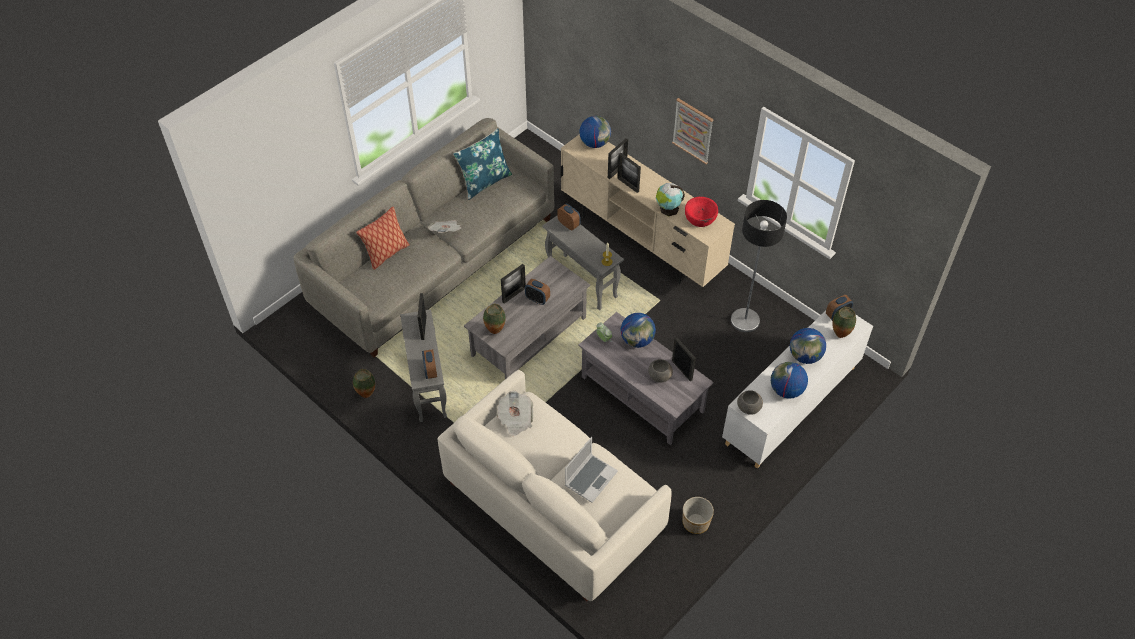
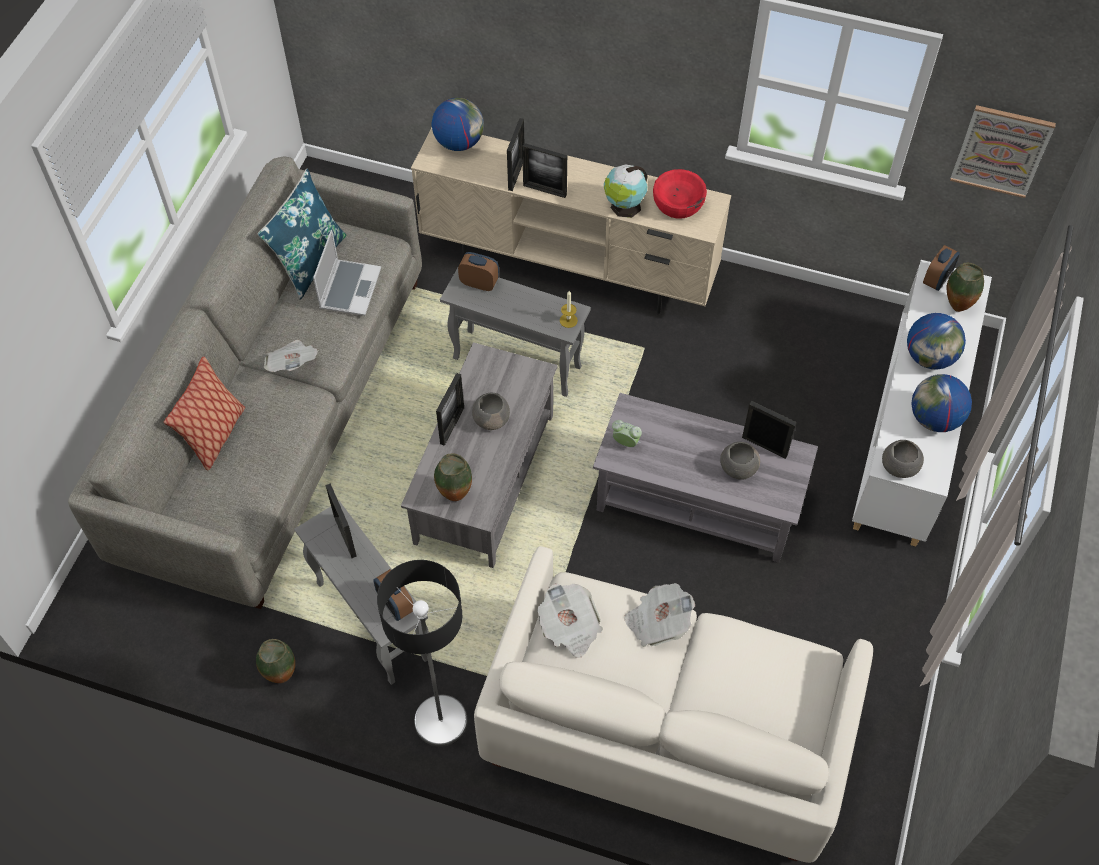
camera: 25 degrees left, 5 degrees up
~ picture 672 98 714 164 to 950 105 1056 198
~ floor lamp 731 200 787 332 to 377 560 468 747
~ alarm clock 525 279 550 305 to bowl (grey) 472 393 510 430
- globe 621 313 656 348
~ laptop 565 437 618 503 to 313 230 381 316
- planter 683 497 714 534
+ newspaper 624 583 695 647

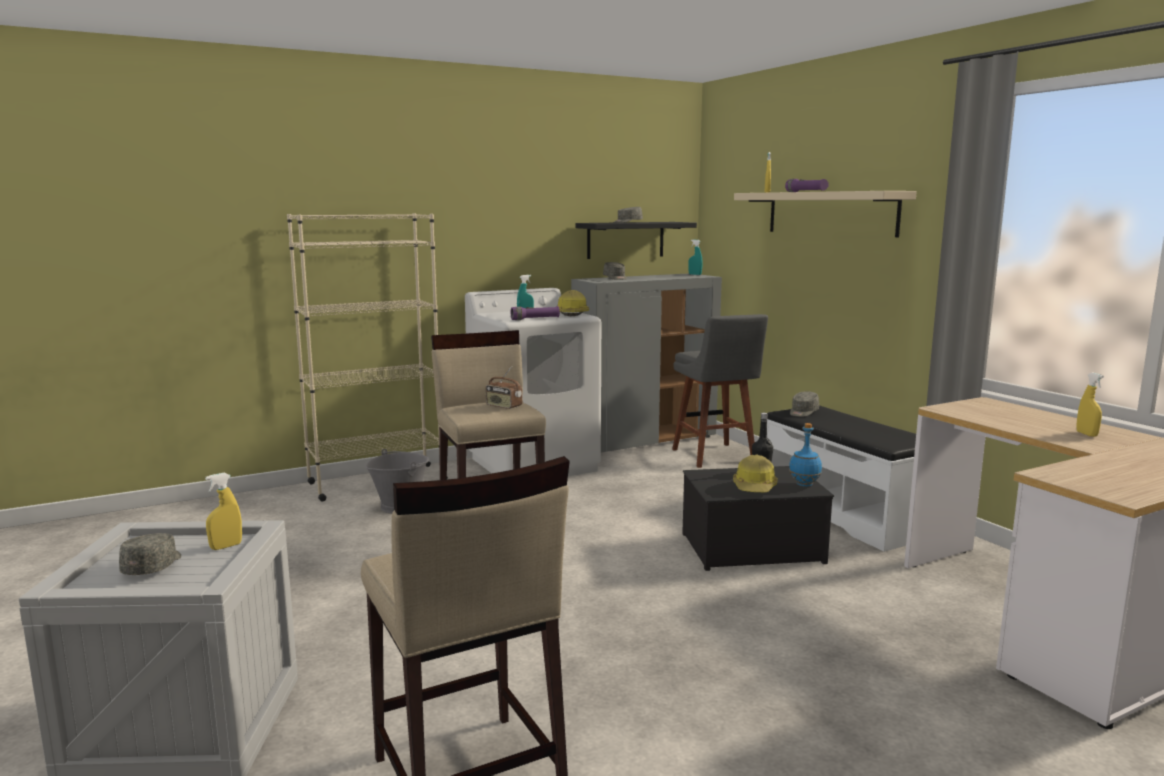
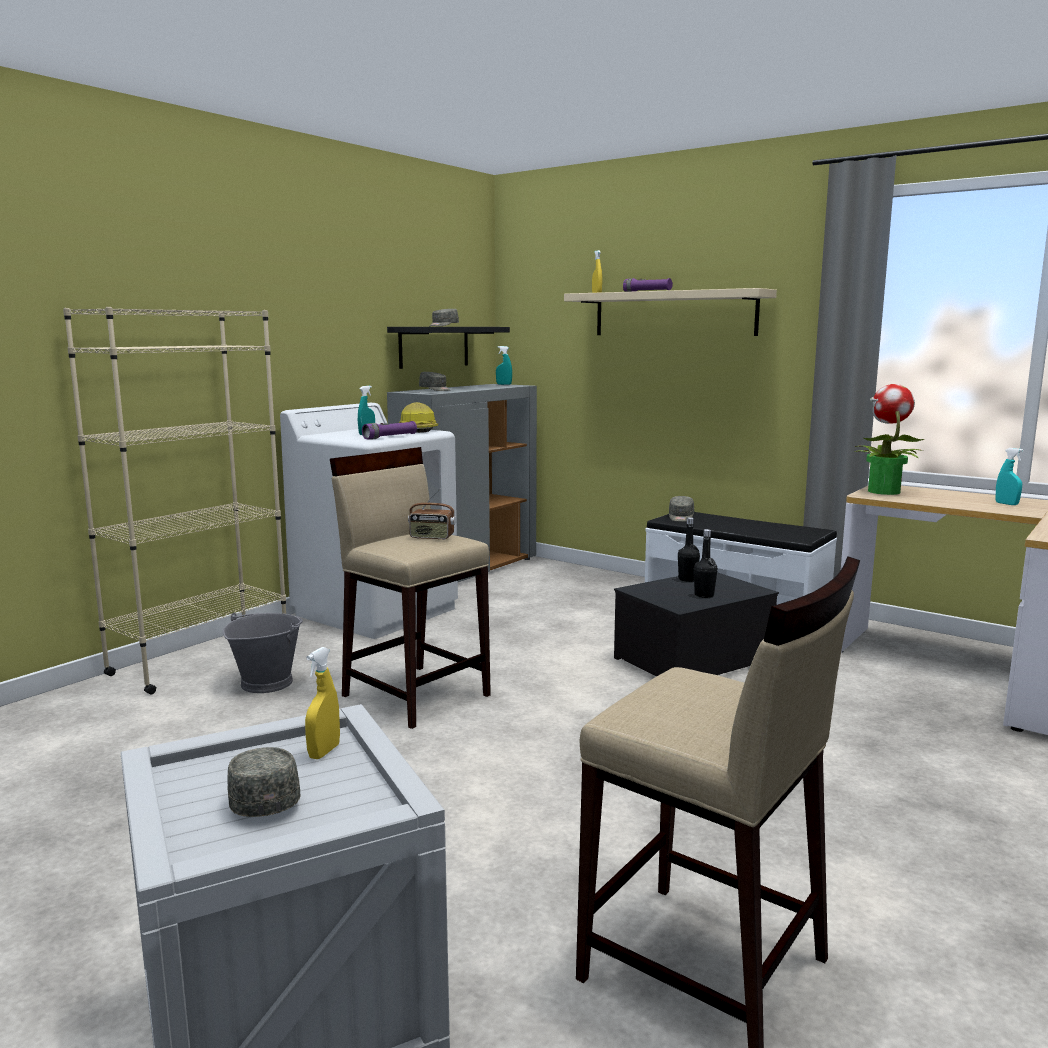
camera: 25 degrees left, 0 degrees up
- stool (grey) 672 314 768 468
~ spray bottle (yellow) 1076 373 1104 437 to spray bottle (turquoise) 996 448 1024 505
- bottle (blue) 789 423 822 487
~ hard hat 733 454 778 492 to bottle (black) 694 529 717 598
+ potted plant 855 384 924 495

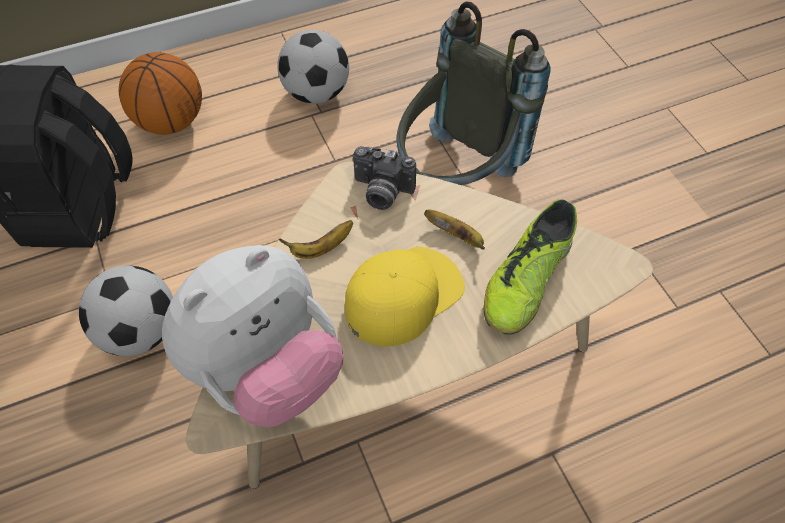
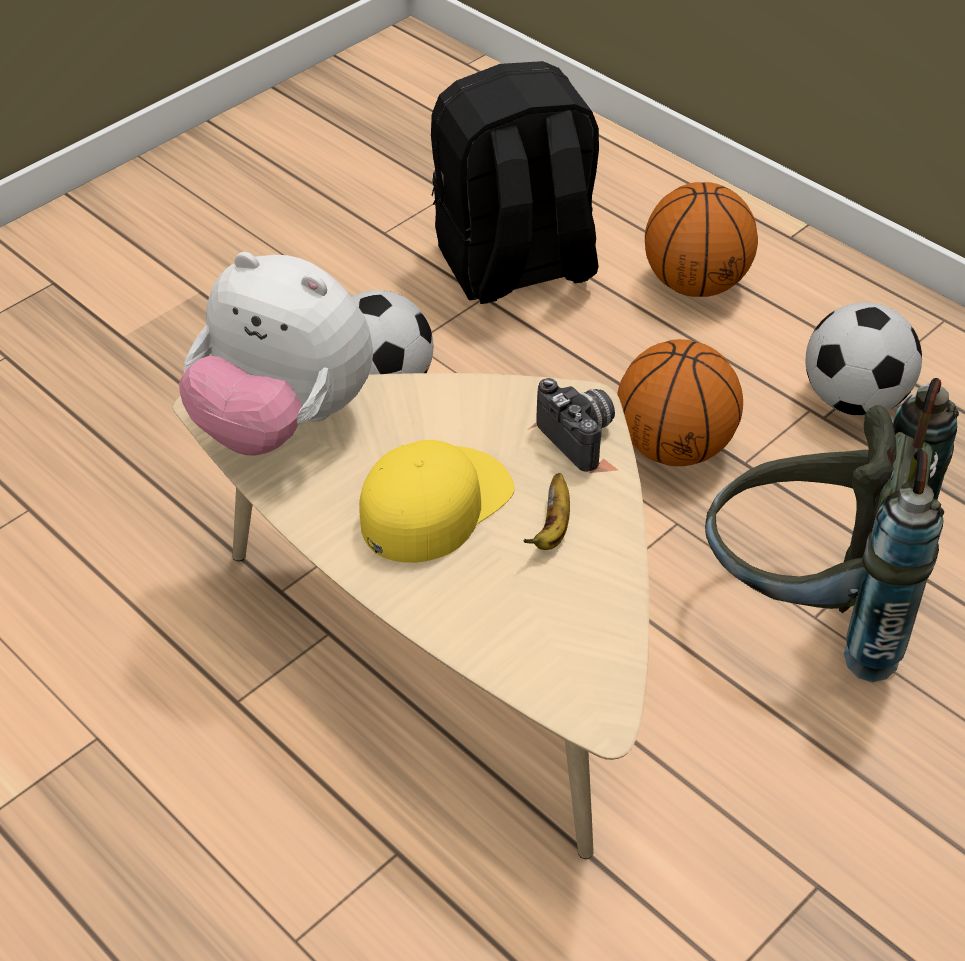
camera: 70 degrees right, 10 degrees down
~ photo camera 353 146 416 210 = 536 378 615 472 150 degrees clockwise
- shoe 484 199 577 335
- banana 279 220 353 259
~ cap (yellow) 345 247 465 347 = 359 440 515 563 75 degrees counterclockwise
+ basketball 617 339 743 466

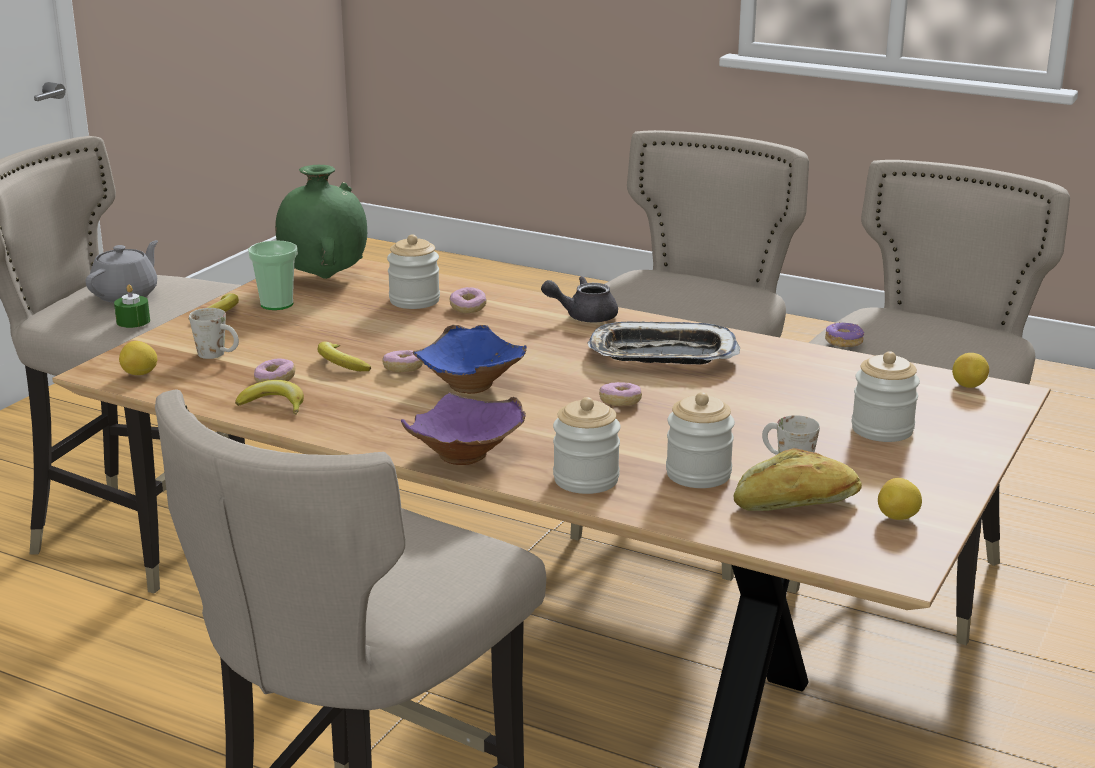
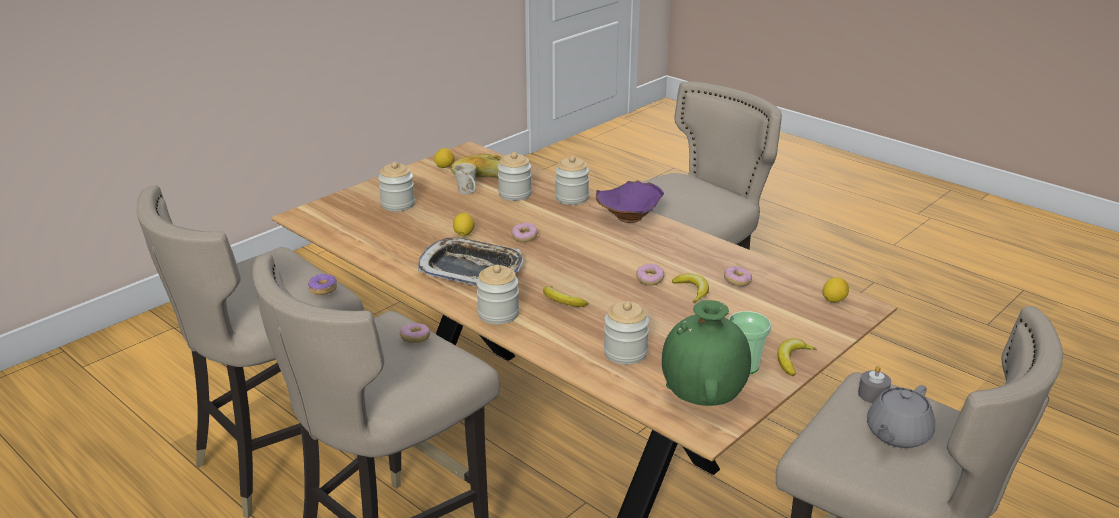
camera: 165 degrees left, 5 degrees up
~ teapot (grey) 541 276 618 323 to jar 476 265 519 324
~ candle (green) 114 284 150 328 to candle (grey) 858 366 891 403
~ donut 450 287 487 314 to 400 323 430 343
- mug (white) 189 308 239 359
- bowl (blue) 412 325 527 394
~ lemon 952 353 989 388 to 453 213 475 236
~ banana 235 380 304 415 to 543 286 588 307

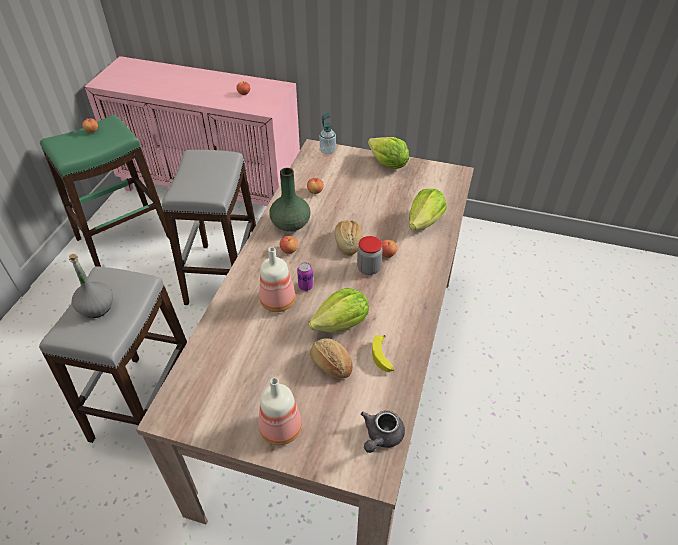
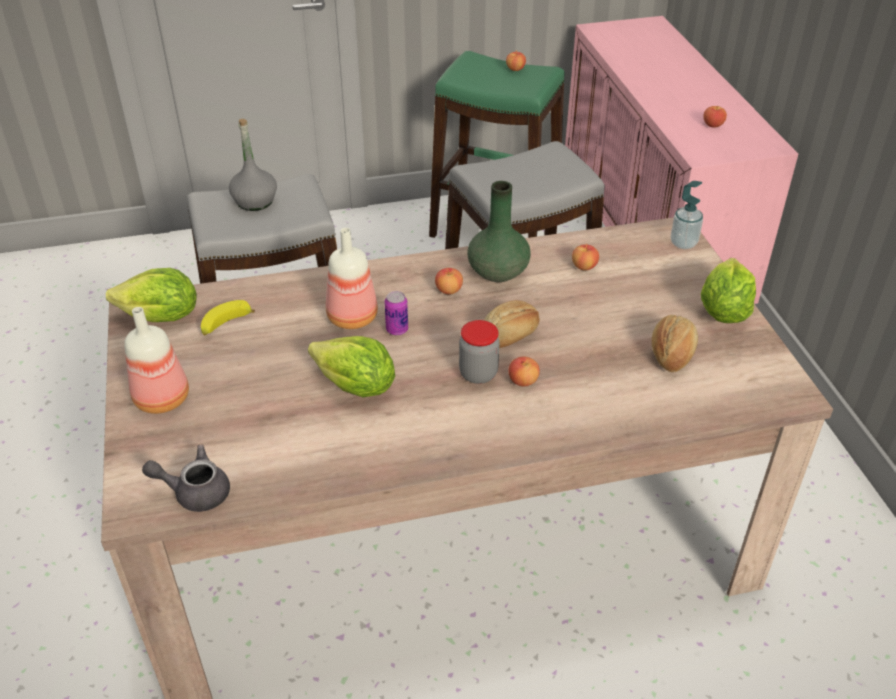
camera: 60 degrees right, 5 degrees down
~ lettuce 409 189 447 230 to 106 268 197 322
~ banana 372 335 395 372 to 201 300 255 335
~ bread 310 338 353 378 to 652 315 698 372

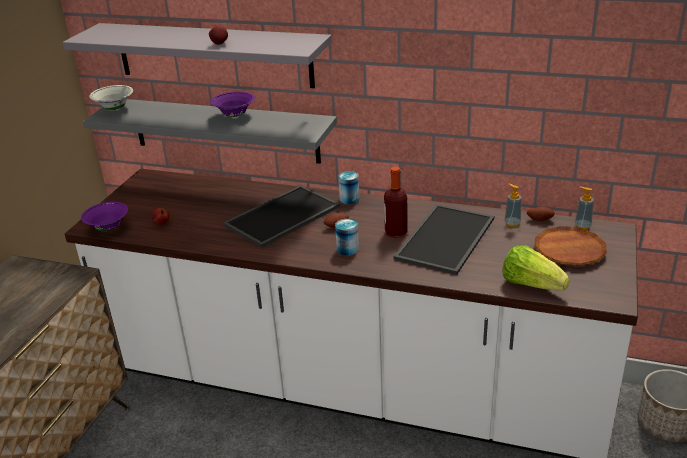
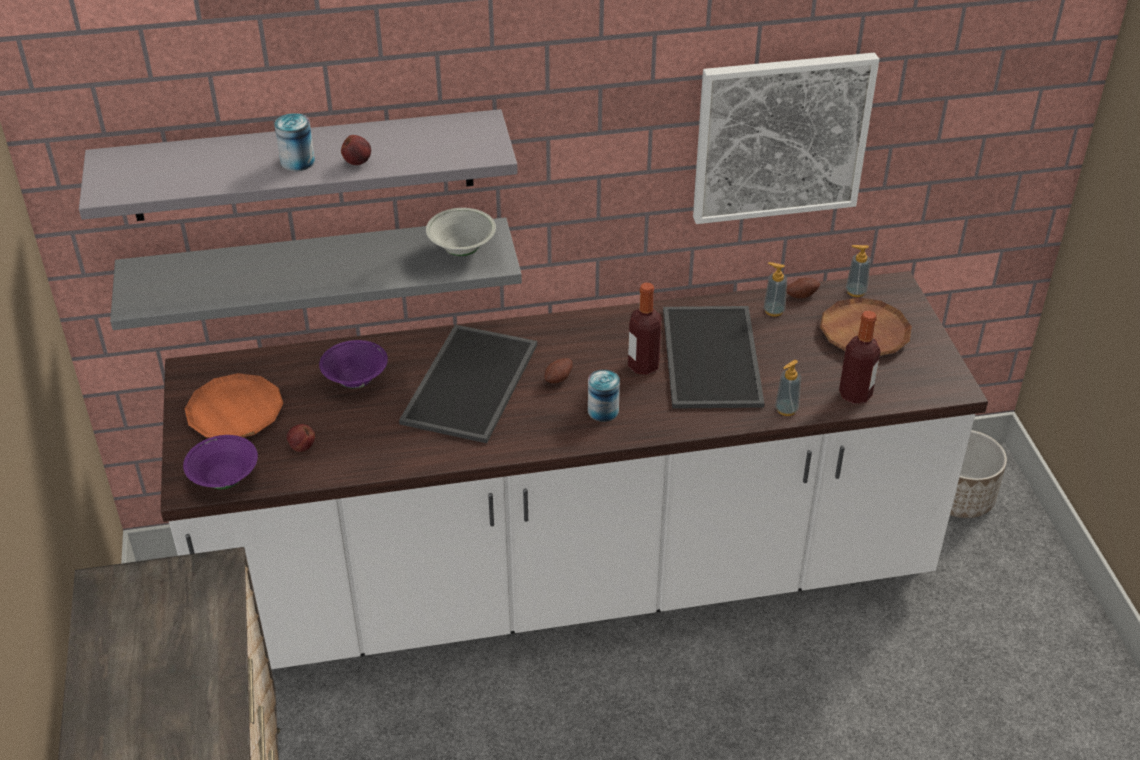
camera: 30 degrees left, 10 degrees up
~ bowl (white) 89 85 133 110 to 426 208 496 256
~ bowl (purple) 210 92 255 117 to 319 340 388 388
~ can 338 171 359 204 to 275 113 315 171
~ lettuce 502 245 570 291 to bottle 839 311 880 404
+ picture 693 53 879 224
+ soap dispenser 775 360 801 416
+ plate (orange) 185 373 283 438

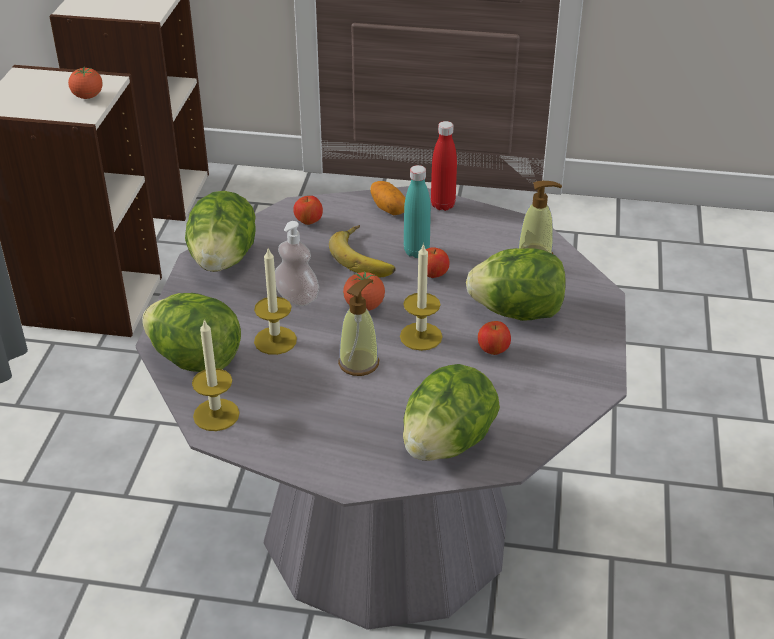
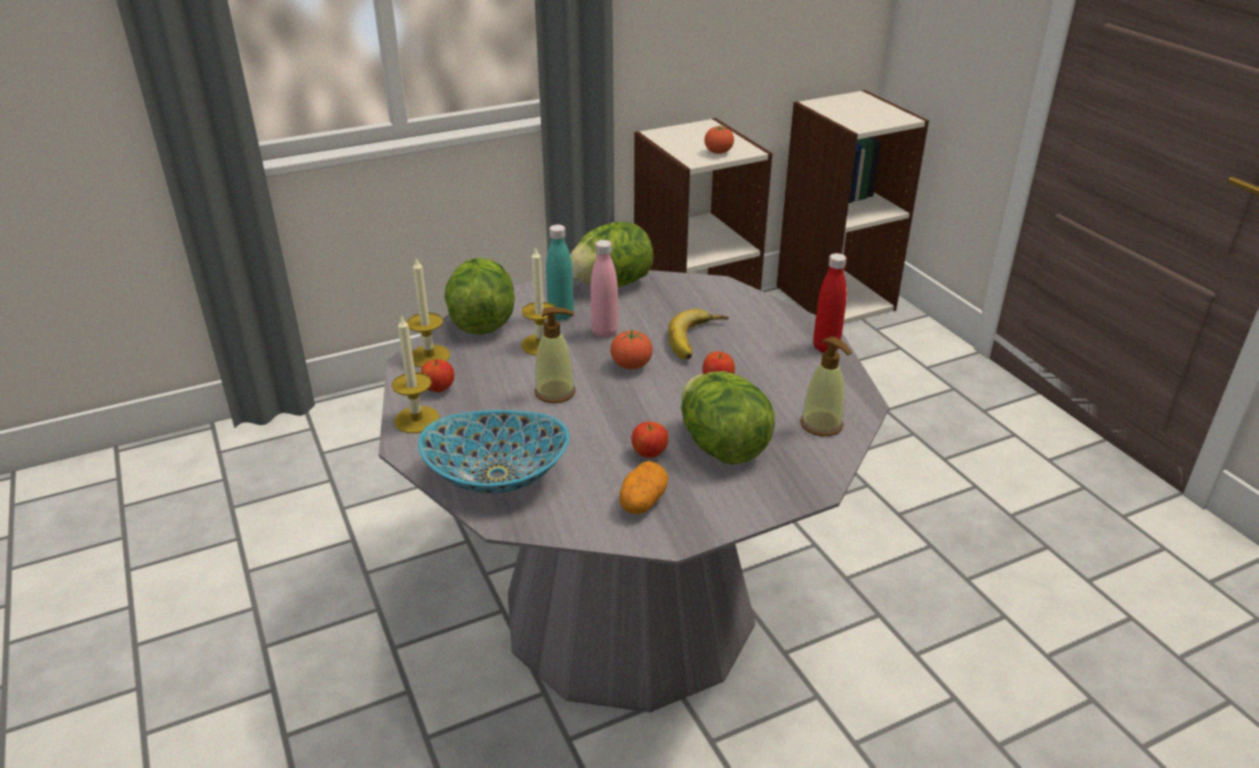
camera: 55 degrees right, 5 degrees down
~ bottle (turquoise) 404 165 431 258 to 546 225 574 321
~ potato 370 181 405 215 to 620 461 668 514
~ apple 293 196 323 225 to 420 360 454 393
~ soap dispenser 275 221 319 306 to bottle (pink) 591 240 618 338
~ candle 400 243 443 351 to 392 314 440 433
~ lettuce 403 364 500 461 to bowl 418 410 569 493

